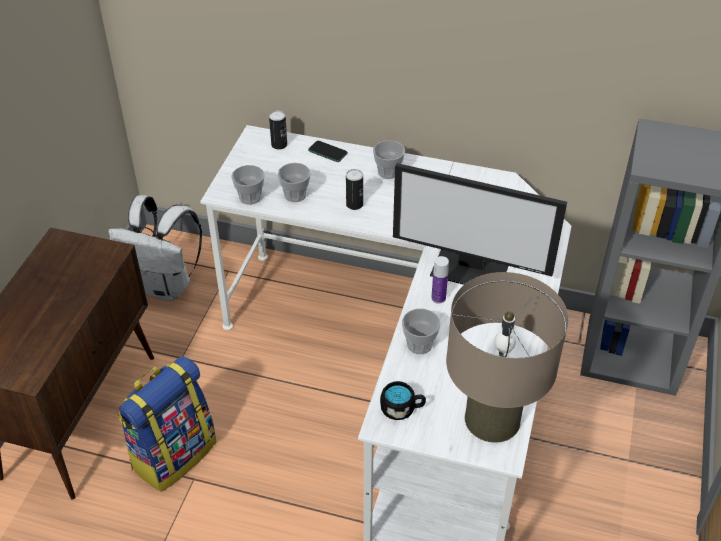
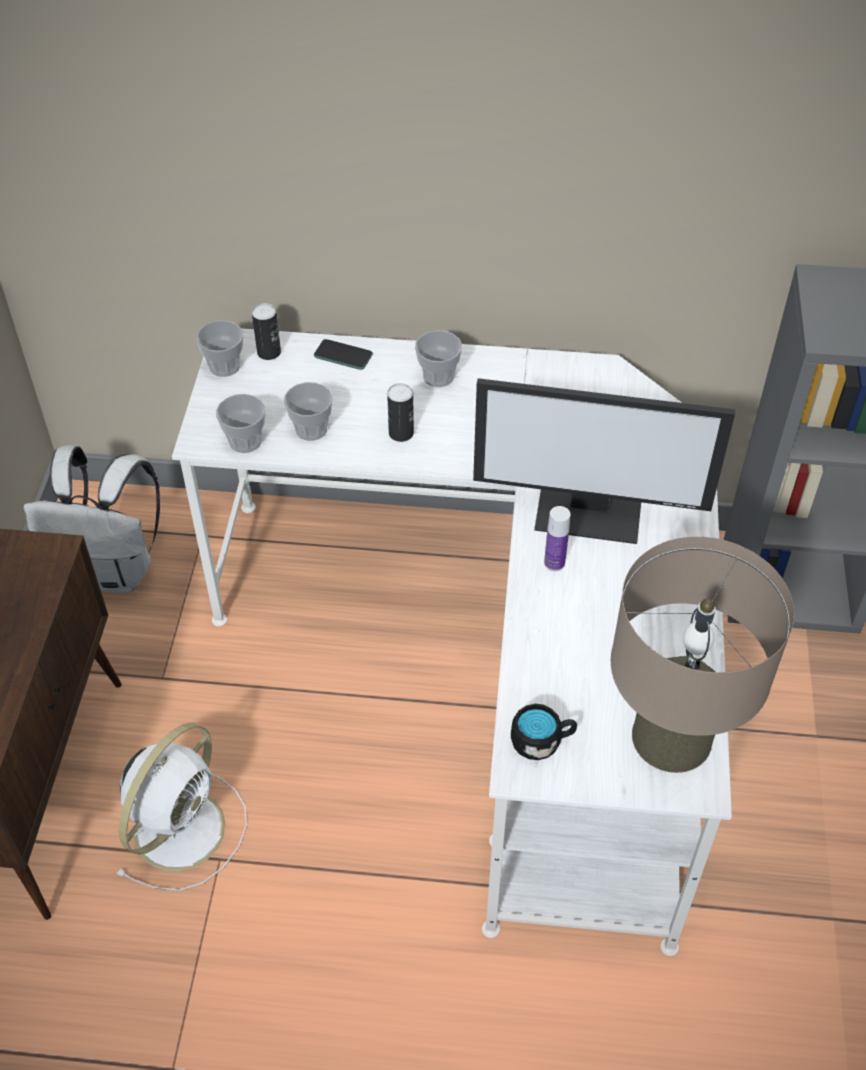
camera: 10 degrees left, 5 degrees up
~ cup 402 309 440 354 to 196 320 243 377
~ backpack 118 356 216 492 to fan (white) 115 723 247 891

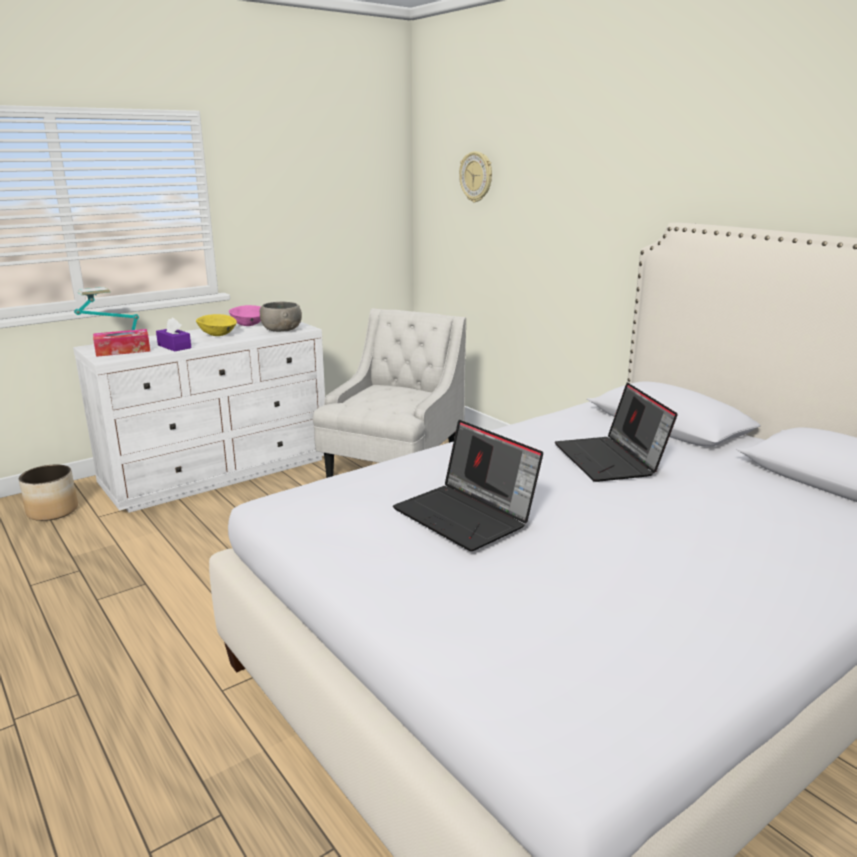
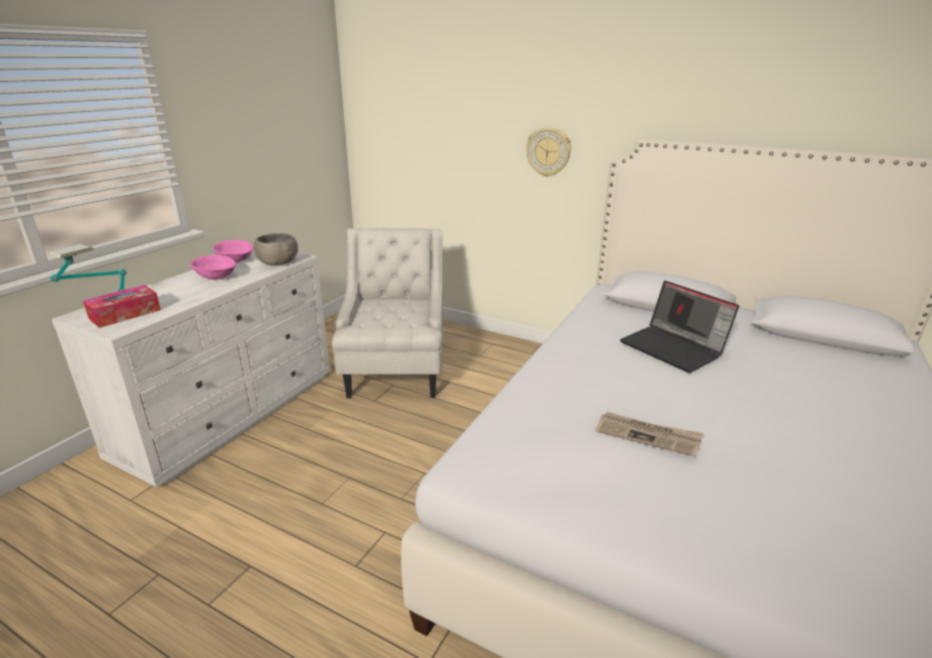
camera: 25 degrees left, 5 degrees up
~ wall clock 459 151 492 202 to 526 128 571 177
~ bowl (yellow) 196 314 237 336 to bowl (pink) 190 255 236 280
- tissue box (purple) 156 317 191 351
~ laptop 393 420 543 551 to newspaper 595 412 703 457
- planter 19 464 78 521

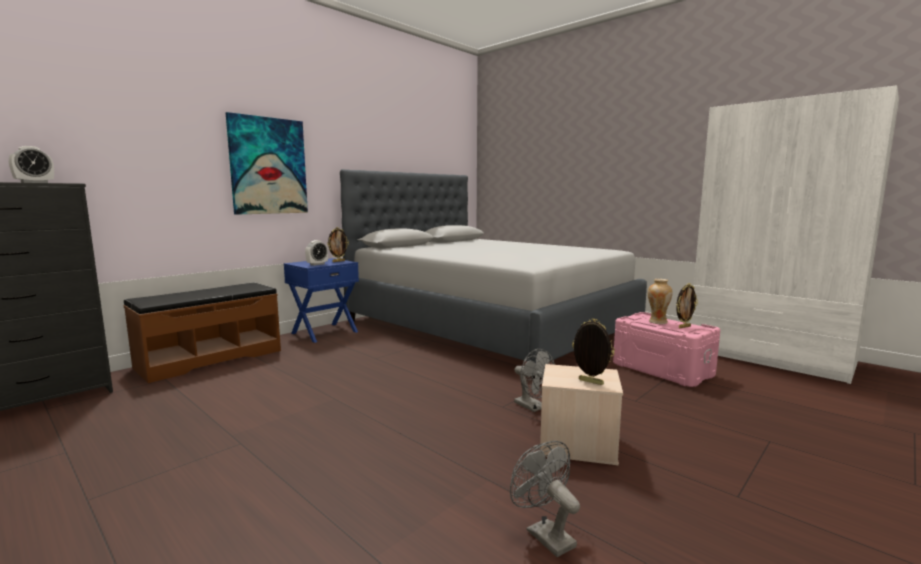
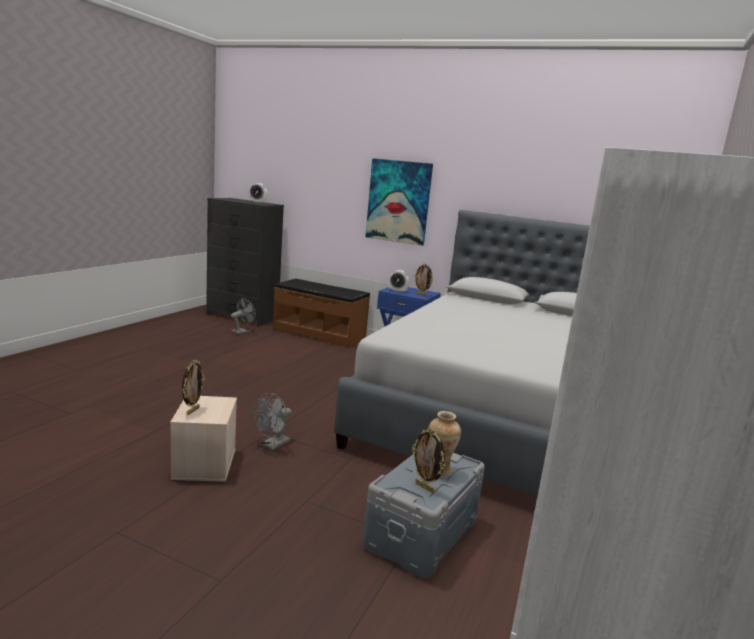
camera: 70 degrees right, 5 degrees up
~ storage box (pink) 613 312 720 387 to storage box (grey) 363 450 485 578
~ fan (grey) 510 441 580 557 to 231 298 256 334

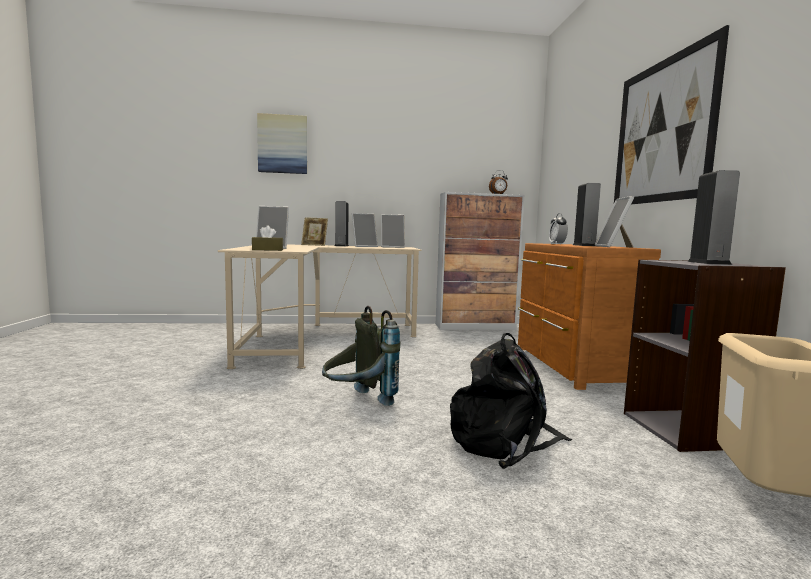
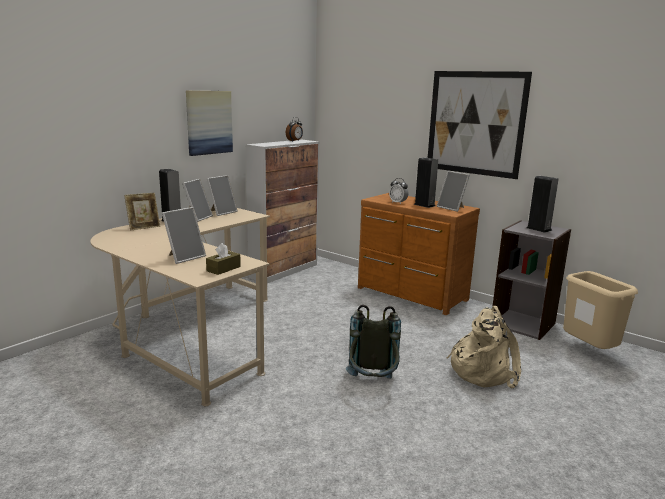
camera: 45 degrees left, 10 degrees up
~ picture 257 113 307 174 to 186 90 233 156
~ backpack (black) 450 333 572 469 to backpack (beige) 447 306 521 388

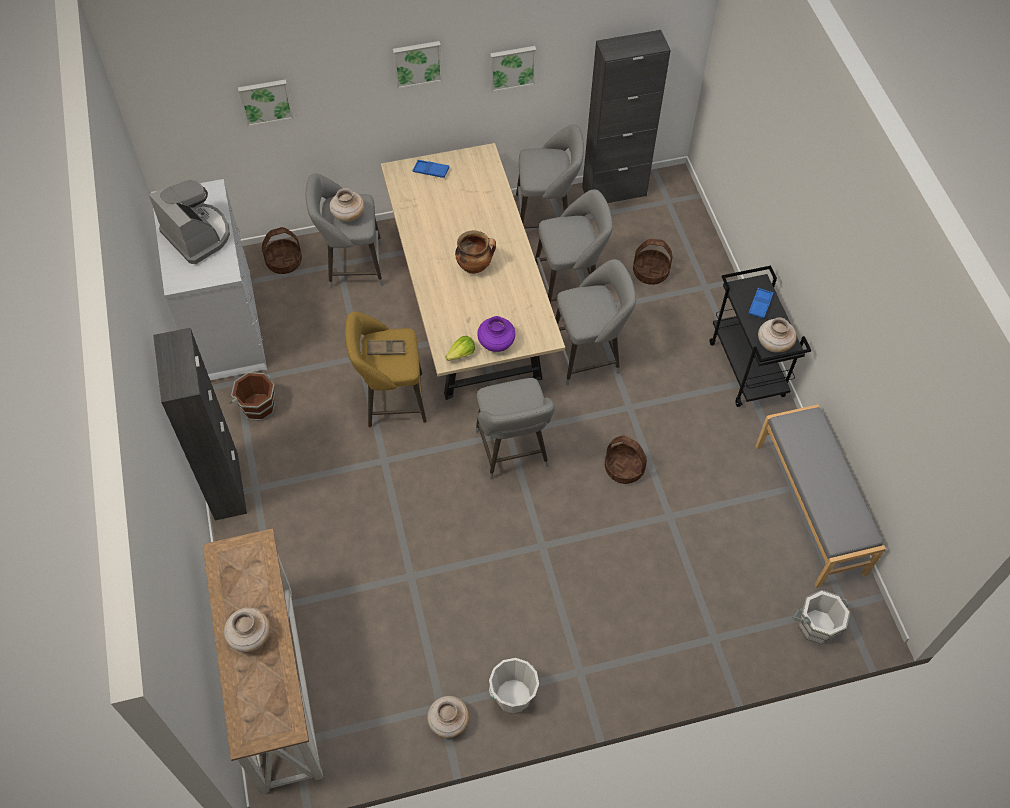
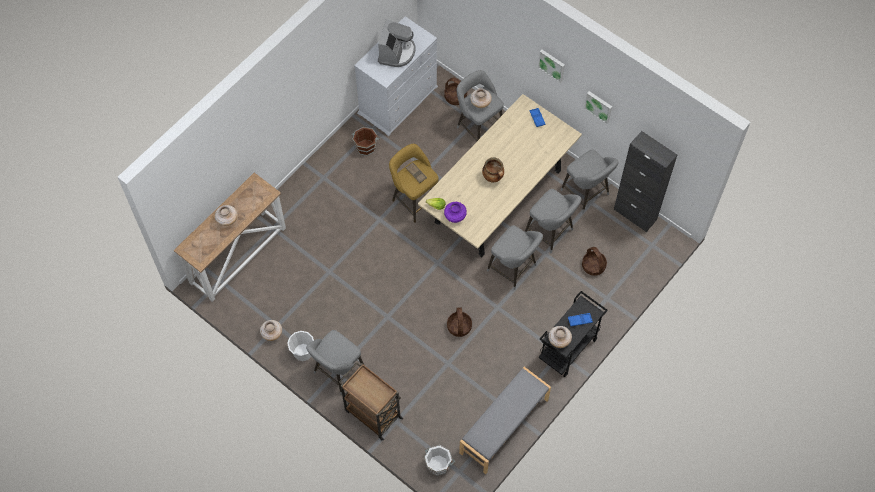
camera: 55 degrees right, 5 degrees up
- picture 238 79 294 127
- cabinet (black) 153 328 247 520
~ stool (grey) 476 378 555 480 to 306 330 364 395
+ cart (brown) 339 363 404 441

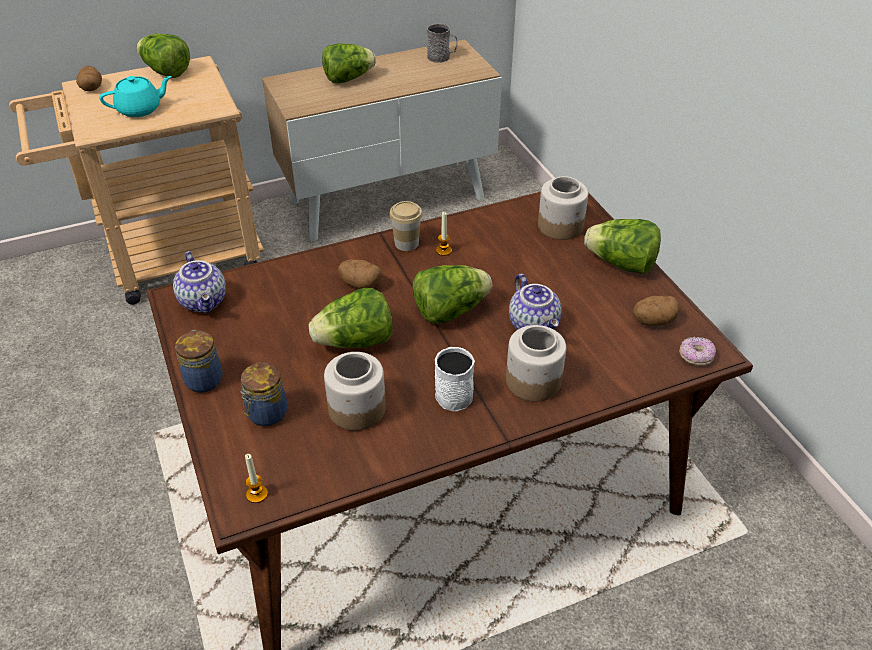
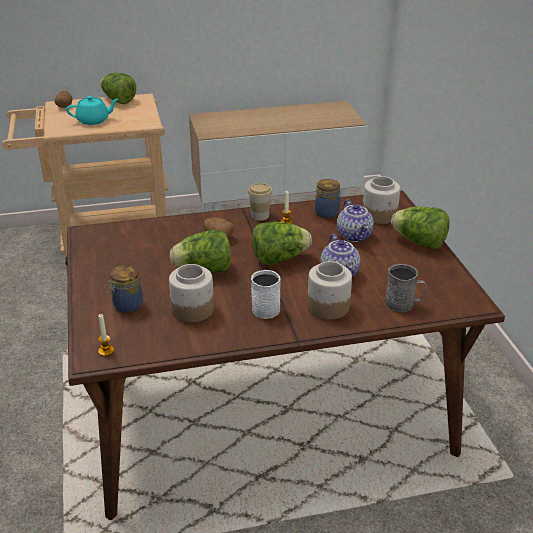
camera: 10 degrees right, 10 degrees down
~ mug (grey) 427 23 457 63 to 385 264 426 312
- lettuce 322 43 376 84
~ teapot 173 251 226 313 to 337 199 374 242
- potato 633 296 680 326
~ jar 175 330 223 393 to 315 179 340 218
- donut 679 337 716 366

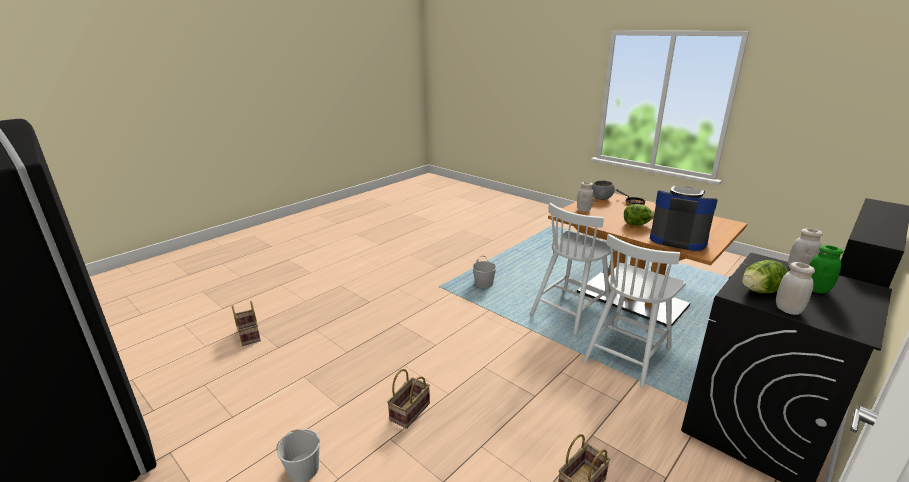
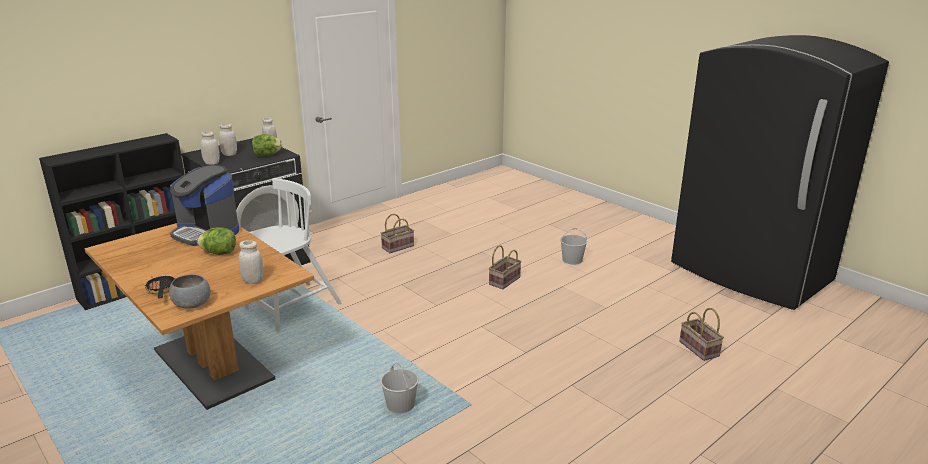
camera: 175 degrees left, 0 degrees up
- chair (white) 530 203 616 335
~ jar (green) 809 245 843 293 to jar (white) 219 123 237 156

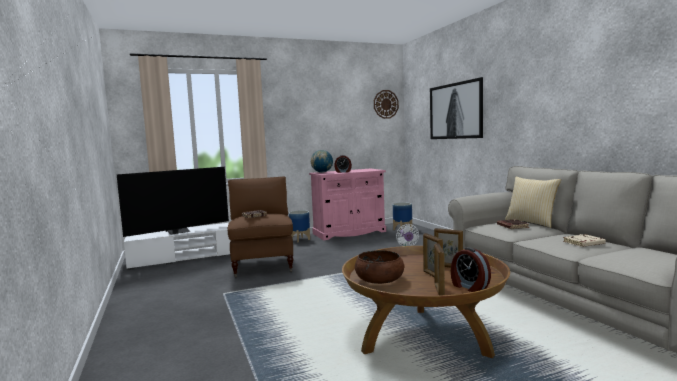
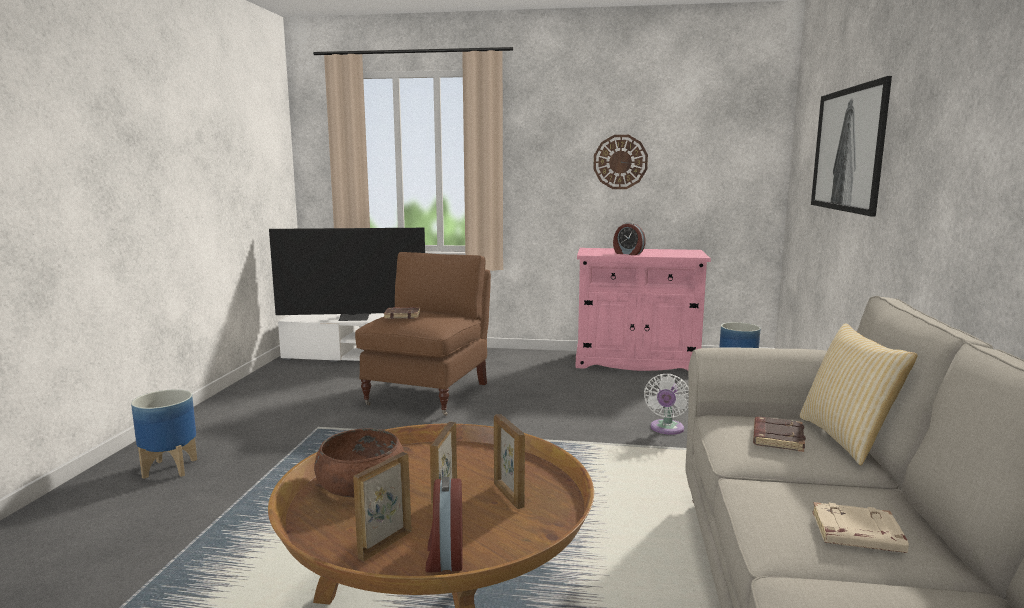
camera: 30 degrees right, 5 degrees up
~ wall clock 374 90 399 119 to 593 135 648 189
- globe 311 150 333 173
~ planter 289 210 310 243 to 131 389 197 479

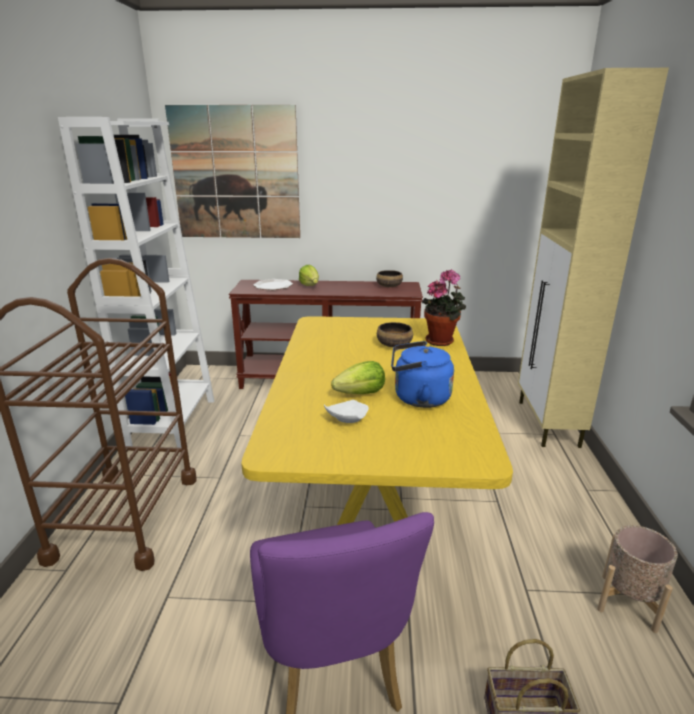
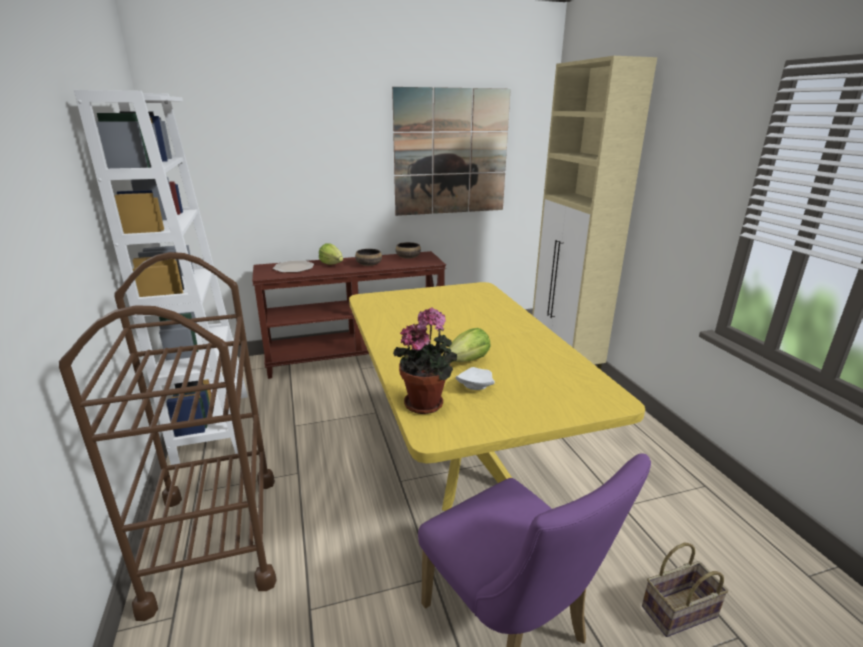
camera: 20 degrees left, 0 degrees up
~ picture 165 105 300 238 to 392 87 511 216
~ potted plant 422 269 466 346 to 393 307 457 414
~ bowl 377 322 413 347 to 355 249 382 266
- kettle (blue) 391 341 454 408
- planter (beige) 597 525 678 633

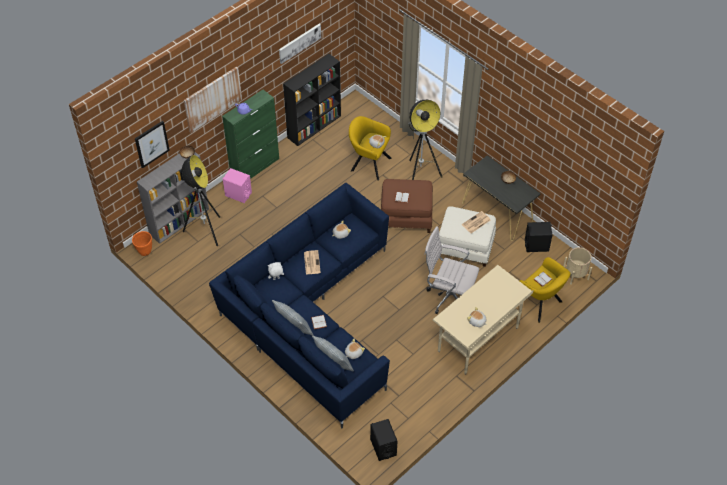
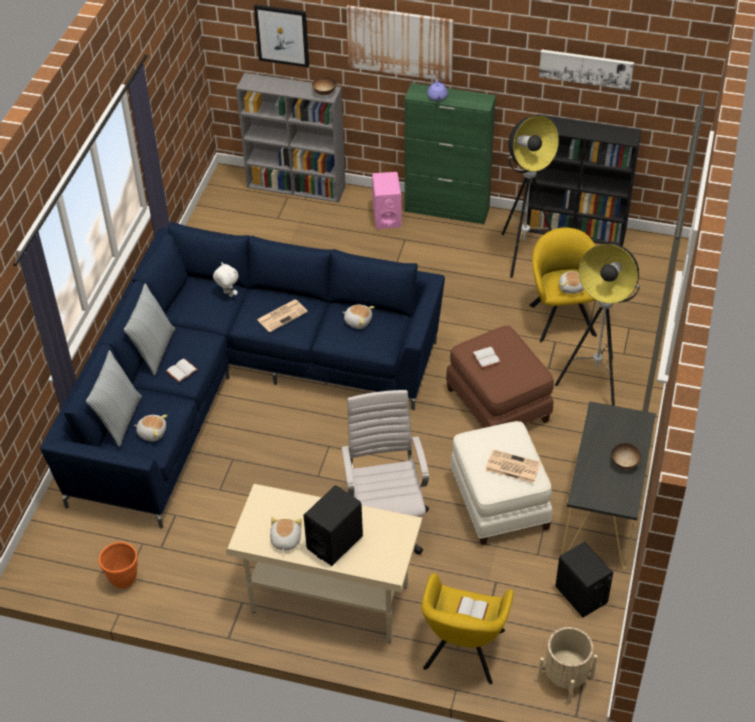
camera: 60 degrees right, 5 degrees down
~ floor lamp 182 155 220 246 to 502 115 559 278
~ planter (orange) 132 231 152 256 to 99 542 138 589
~ speaker (black) 370 419 398 461 to 303 485 363 566

